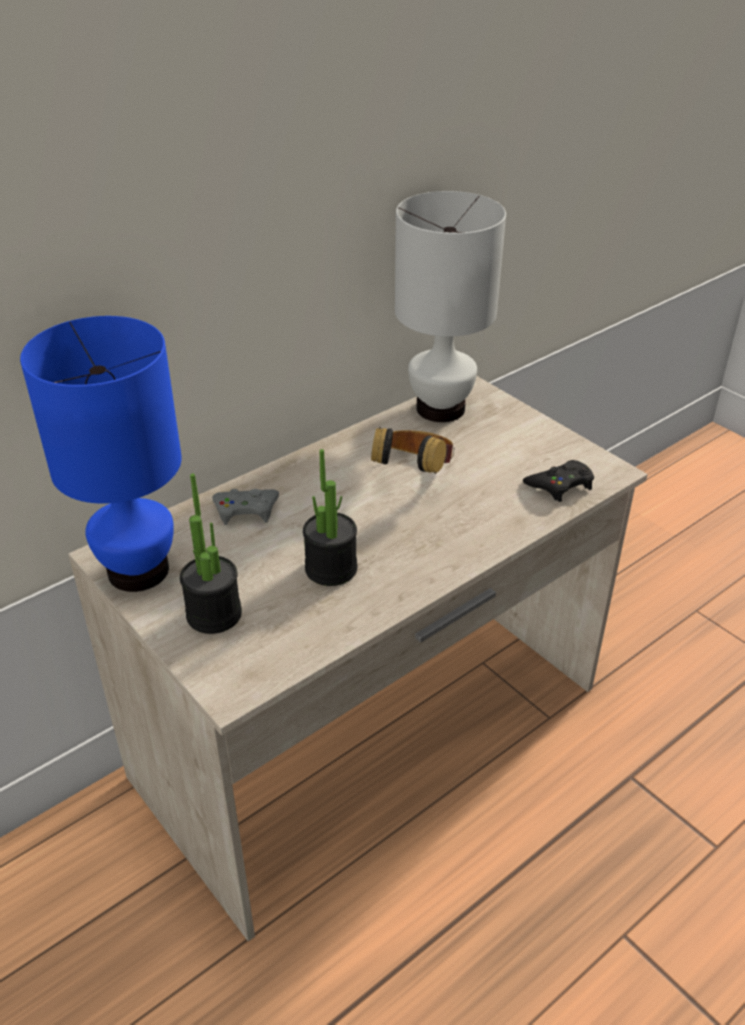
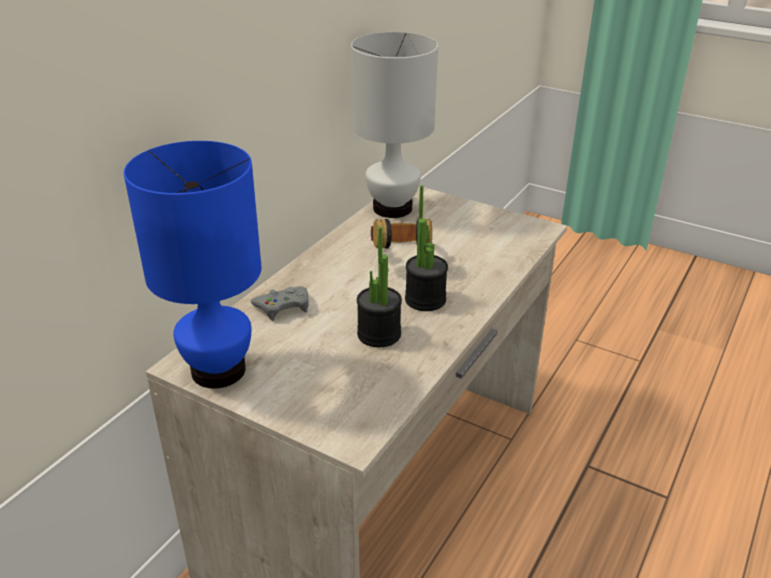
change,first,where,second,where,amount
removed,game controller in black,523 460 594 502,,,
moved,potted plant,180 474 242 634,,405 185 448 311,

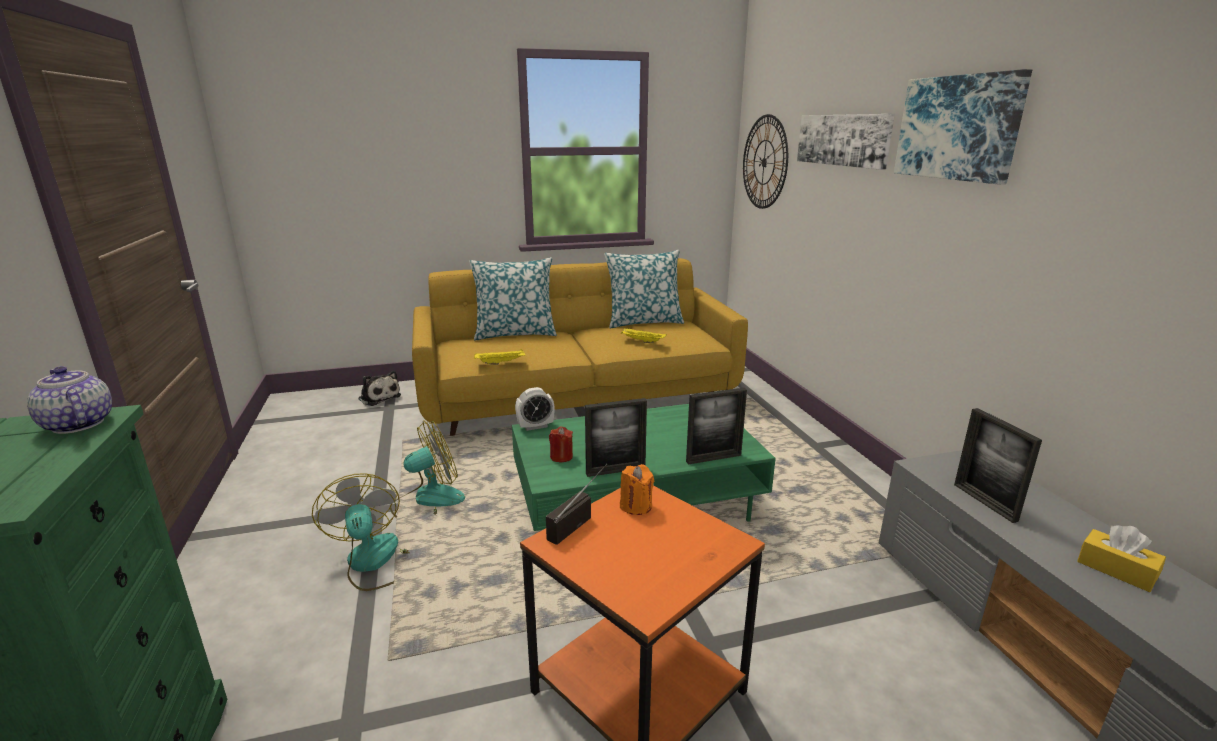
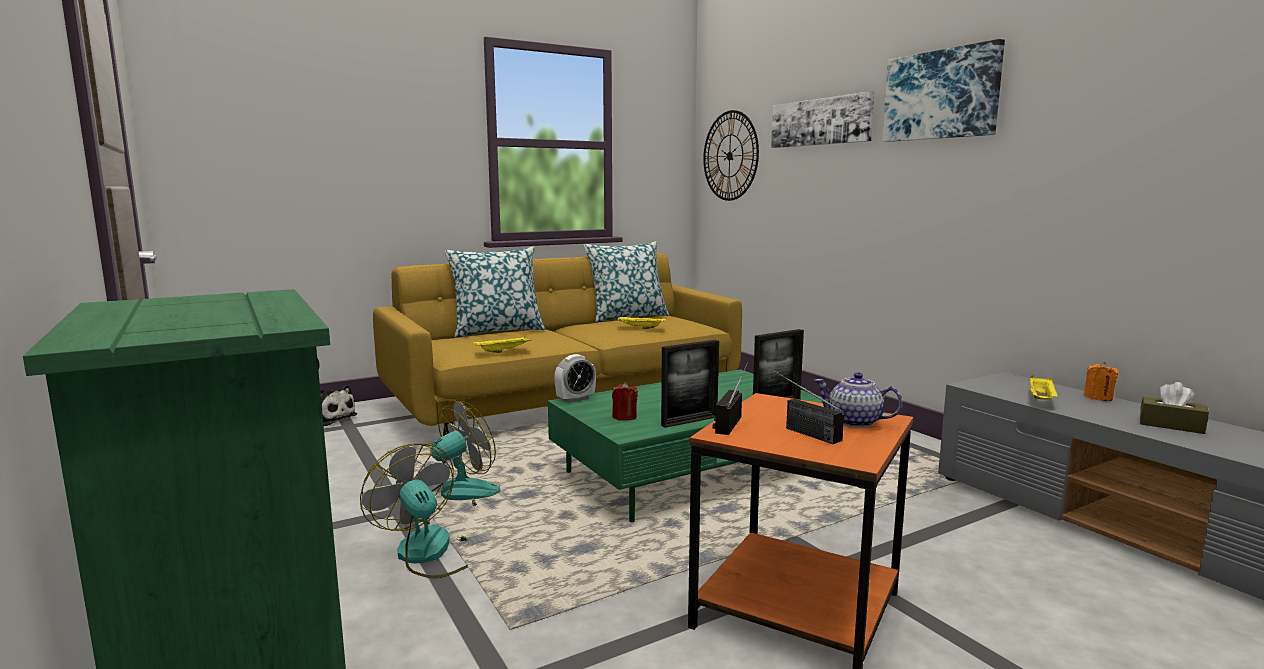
change,first,where,second,where,amount
added,,,radio,773 370 844 444,
moved,teapot,27 366 112 434,,814 372 903 428,
moved,candle in orange,620 464 654 515,,1084 362 1118 401,
replaced,picture frame,954 408 1042 523,tray in yellow,1030 375 1058 400,
recoloured,tissue box in yellow,1077 525 1166 592,tissue box in brown,1140 382 1209 434,

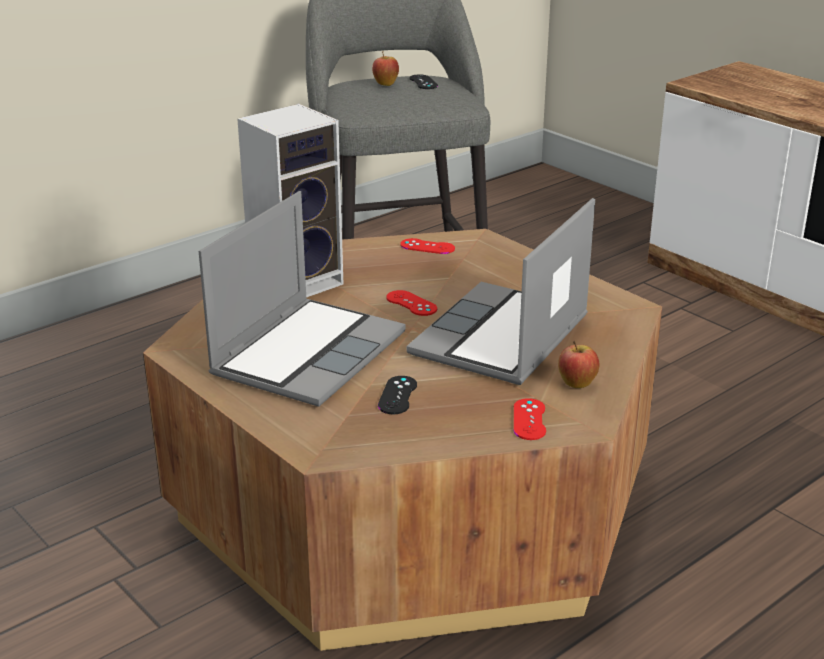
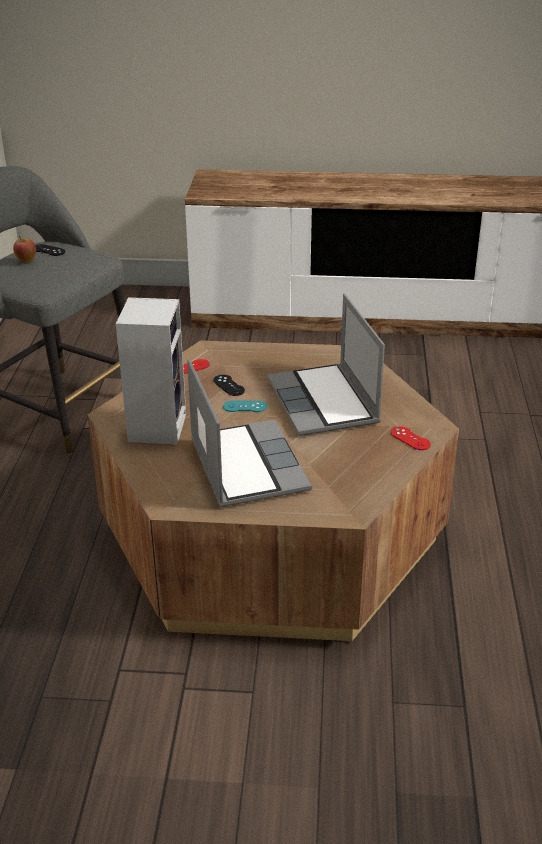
change,first,where,second,where,amount
removed,apple,558 341 600 388,,,
moved,game controller in black,378 376 417 414,,213 375 245 396,
recoloured,game controller in red,386 290 437 316,game controller in turquoise,223 400 267 412,

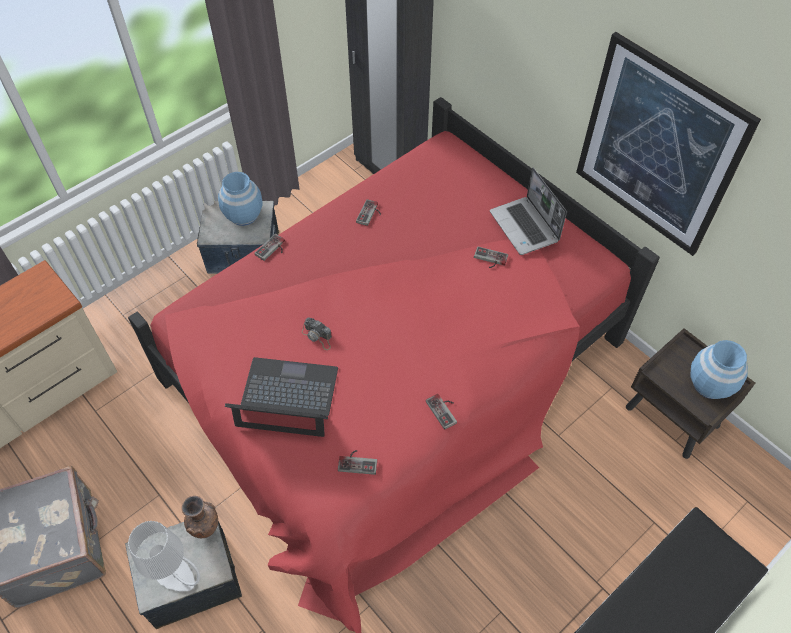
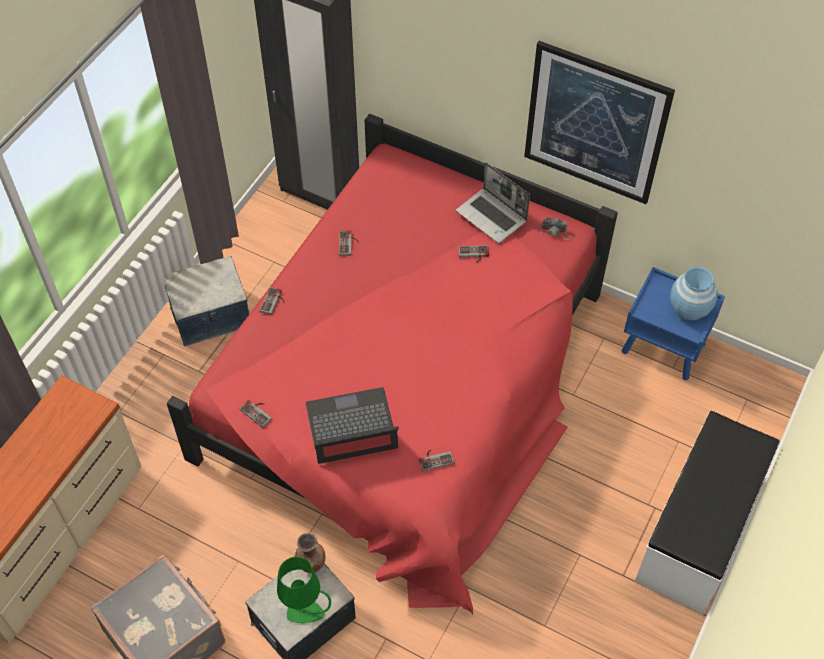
change,first,where,second,where,amount
removed,vase in blue,218 172 262 226,,,
moved,photo camera,302 317 332 350,,540 218 571 240,
moved,game controller,426 394 457 430,,239 400 272 428,
recoloured,table lamp in grey,128 521 200 591,table lamp in green,277 556 331 623,
recoloured,nightstand in brown,626 328 755 459,nightstand in blue,622 267 725 380,

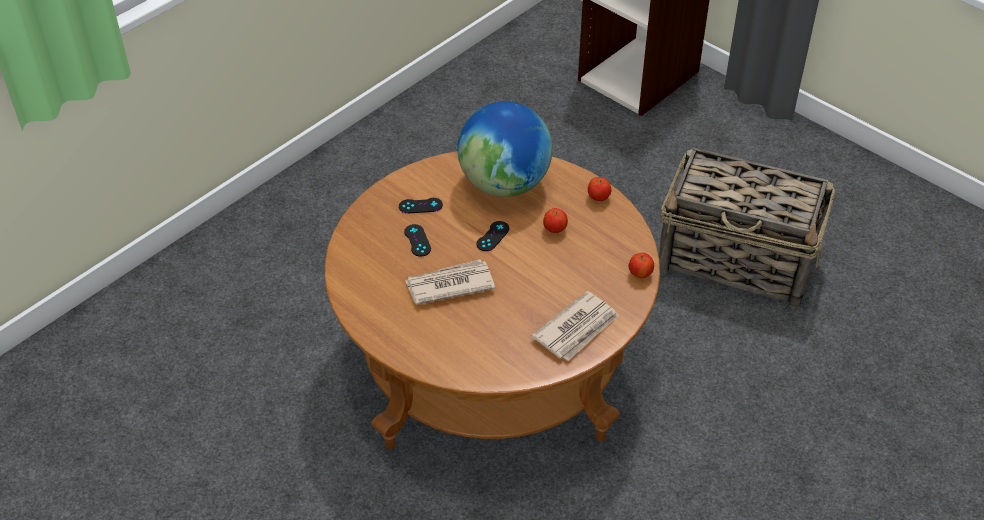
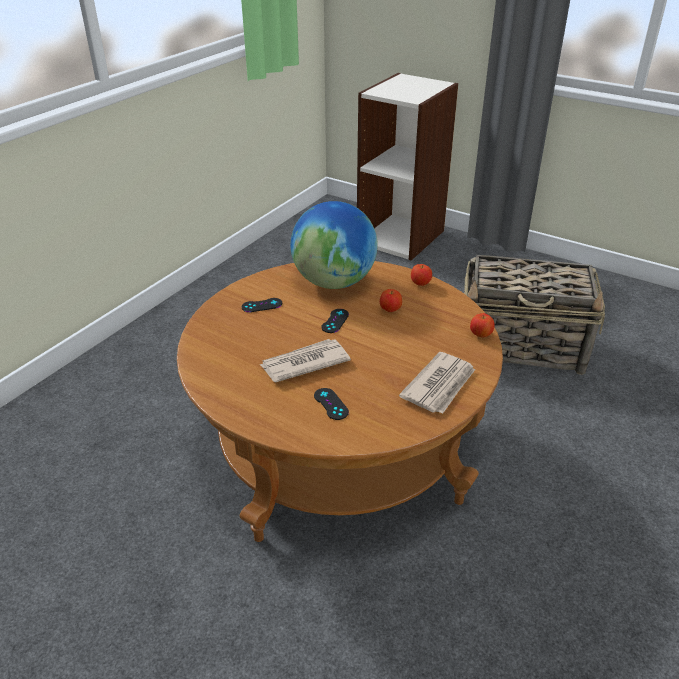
change,first,where,second,where,amount
moved,game controller in black,404 224 431 257,,314 388 349 420,

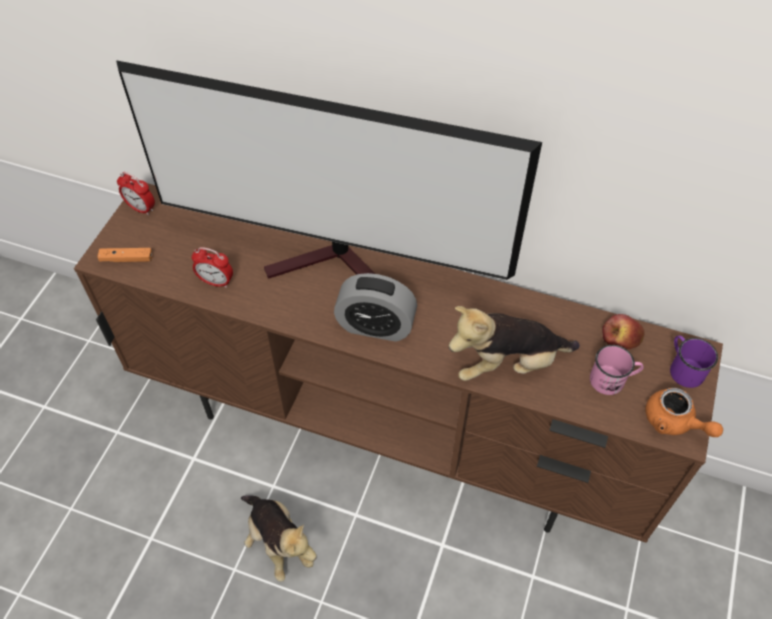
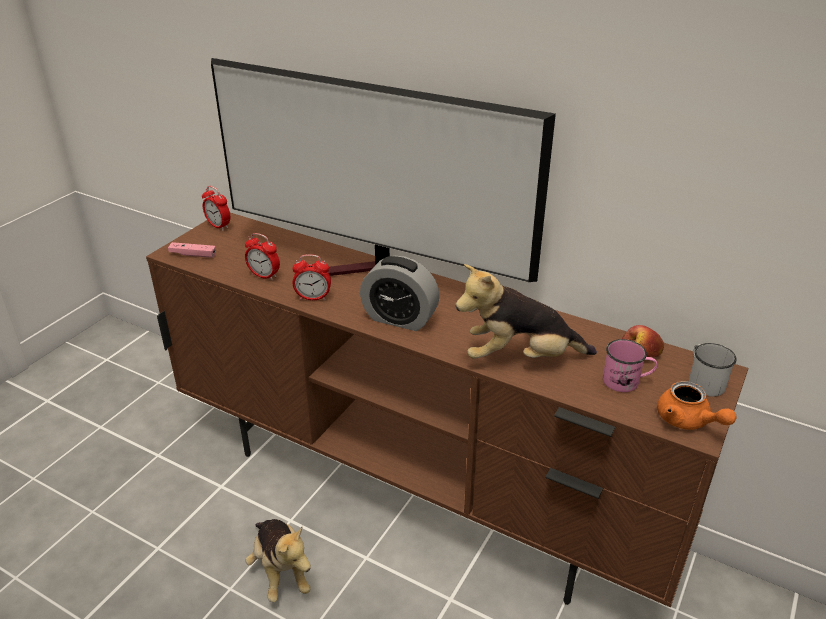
change,first,where,second,where,amount
added,,,alarm clock,292 254 331 300,
recoloured,game controller in orange,97 248 152 262,game controller in pink,168 242 216 258,
recoloured,mug in purple,670 335 718 388,mug in white,689 343 737 397,

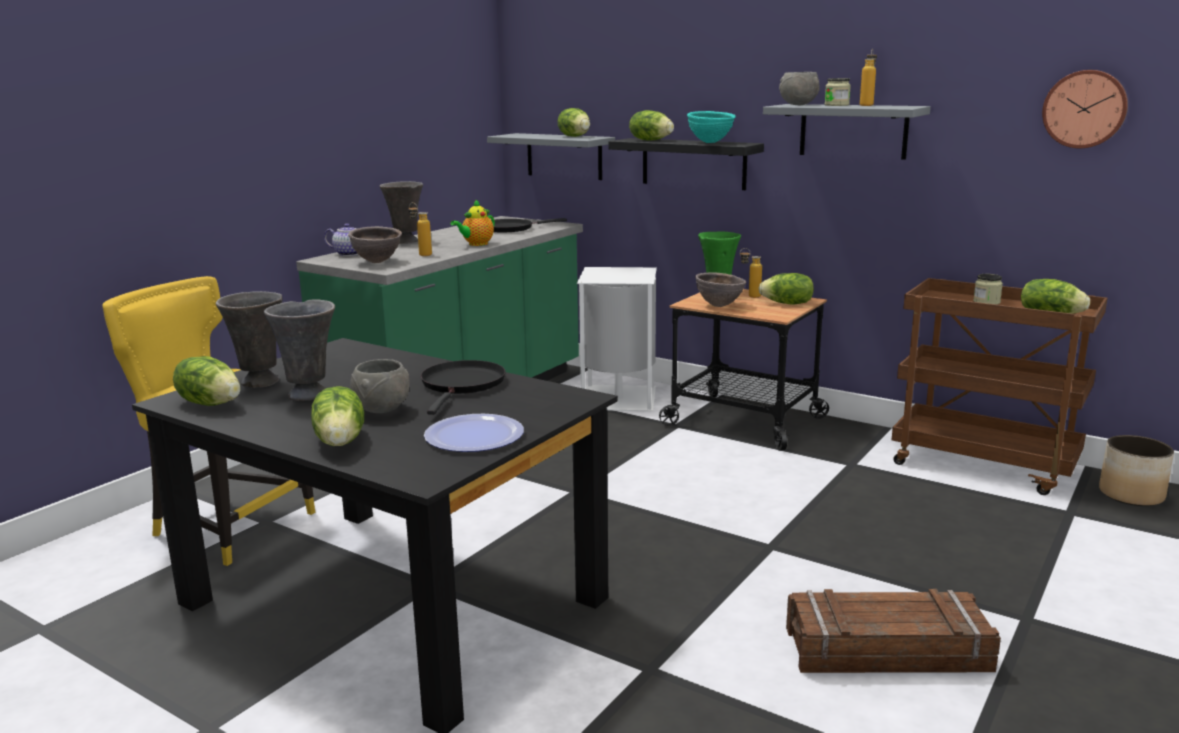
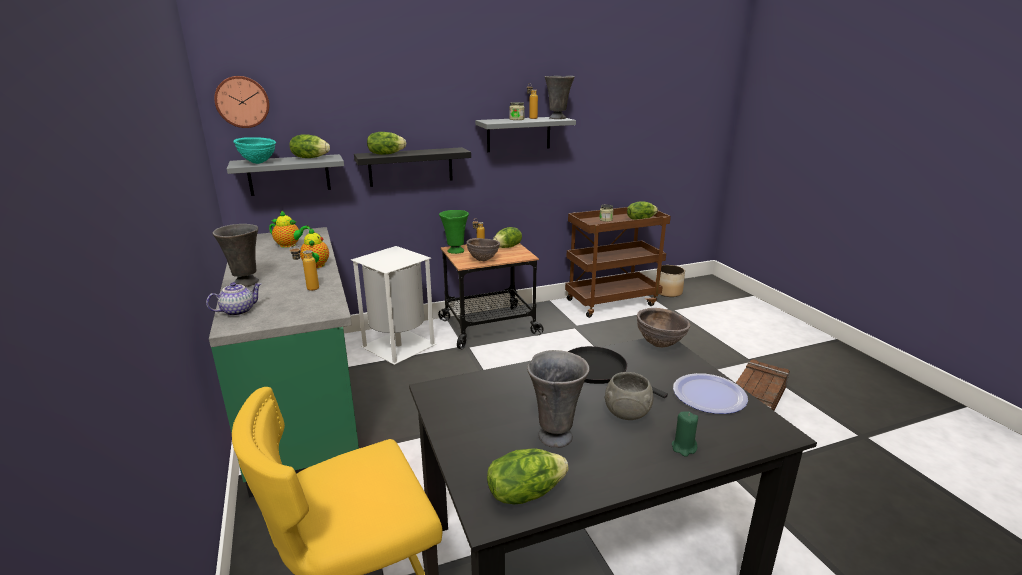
change,first,where,second,where,amount
removed,bowl in grey,779 72 819 105,,,
moved,vase in grey,216 291 282 388,,545 76 575 119,
moved,bowl in brown,348 226 402 263,,637 308 690 347,
moved,bowl in turquoise,687 111 736 143,,233 137 276 164,
moved,wall clock,1042 70 1128 148,,214 76 269 128,
replaced,lettuce,311 386 364 446,candle in green,672 411 698 457,
replaced,frying pan in black,491 218 567 232,teapot,269 211 310 248,

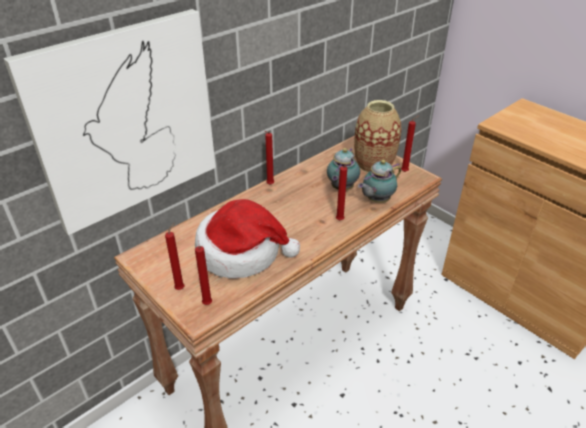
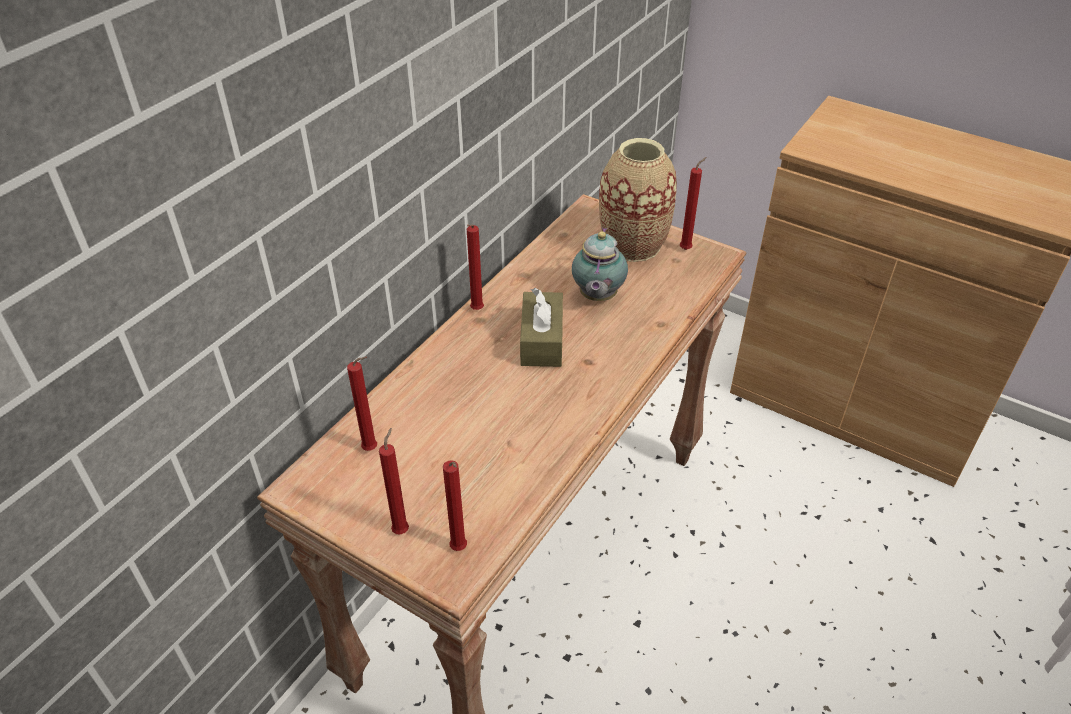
change,first,where,second,where,amount
removed,picture,3 9 216 235,,,
removed,hat,195 199 300 279,,,
removed,teapot,358 160 401 203,,,
added,,,tissue box in brown,520 288 563 367,
moved,candle in red,336 163 352 220,,347 357 377 451,

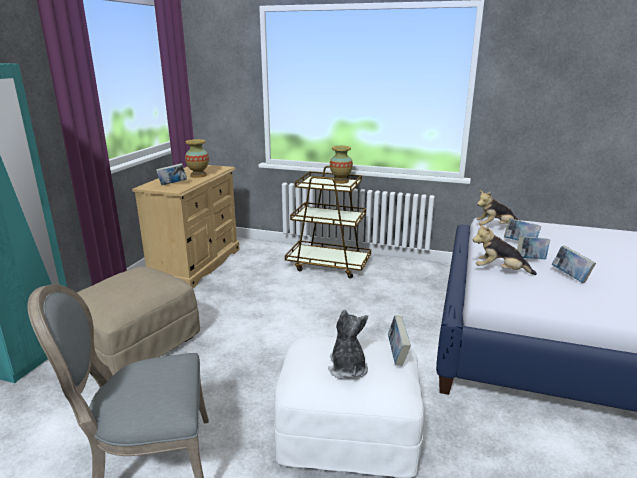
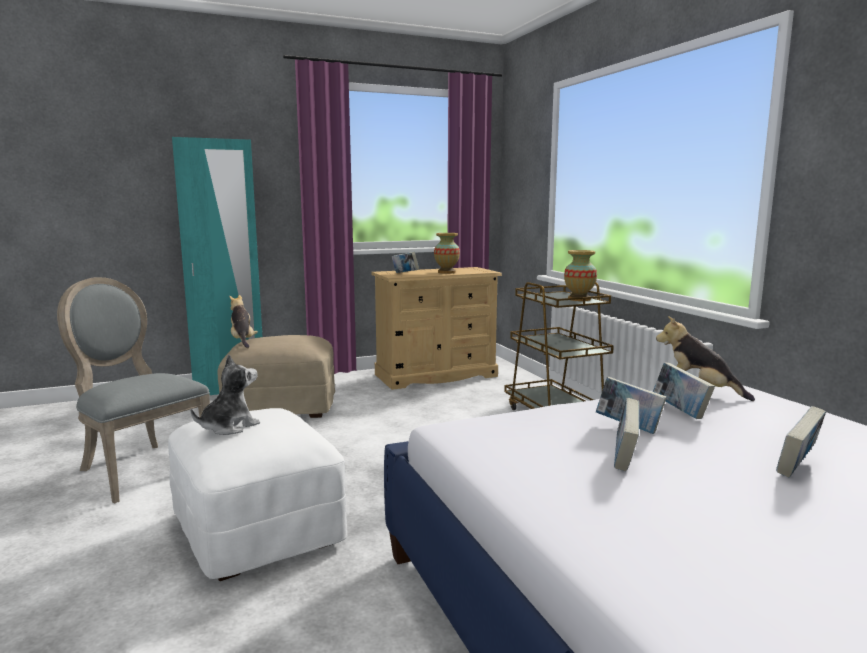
change,first,where,second,where,amount
moved,book,388 315 411 366,,776 406 826 477,
moved,plush toy,473 223 537 275,,229 295 258 348,

